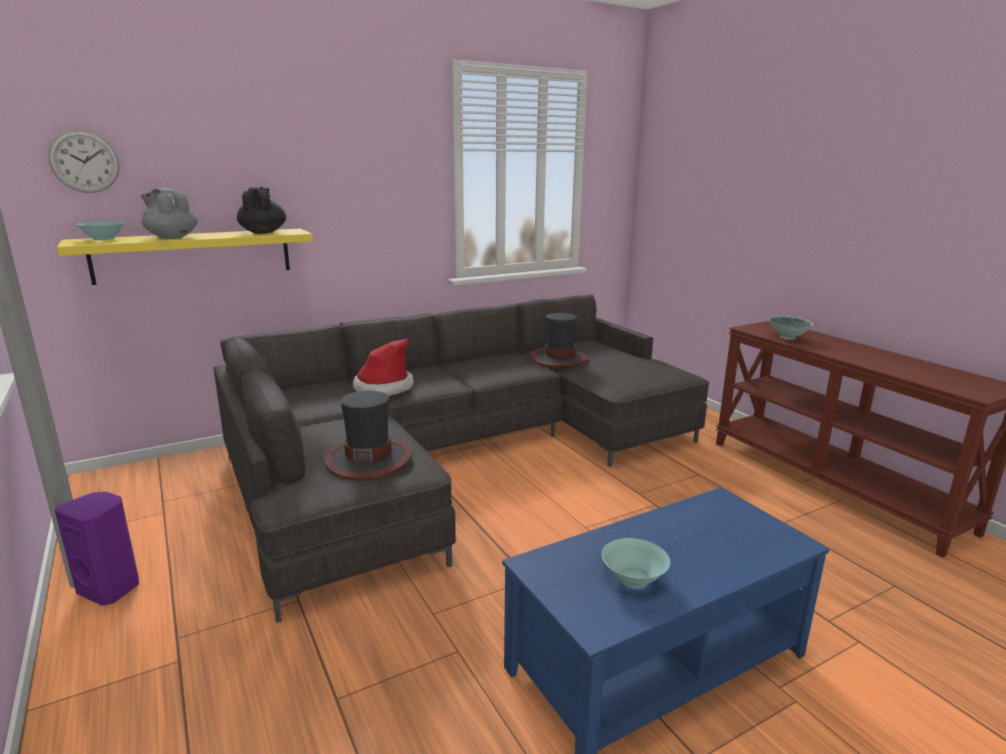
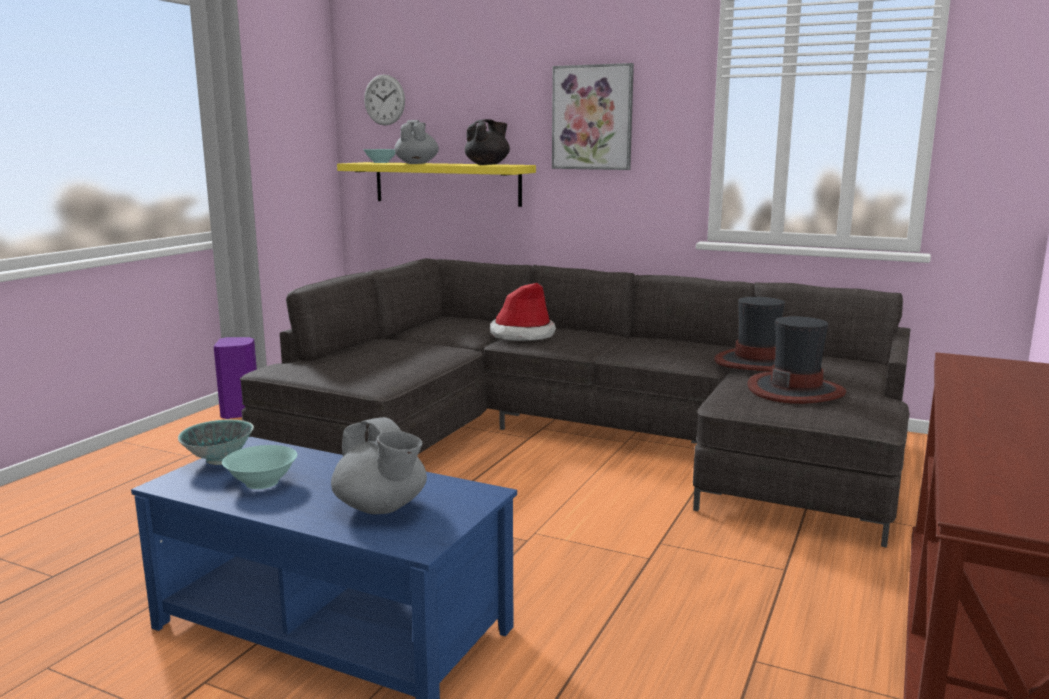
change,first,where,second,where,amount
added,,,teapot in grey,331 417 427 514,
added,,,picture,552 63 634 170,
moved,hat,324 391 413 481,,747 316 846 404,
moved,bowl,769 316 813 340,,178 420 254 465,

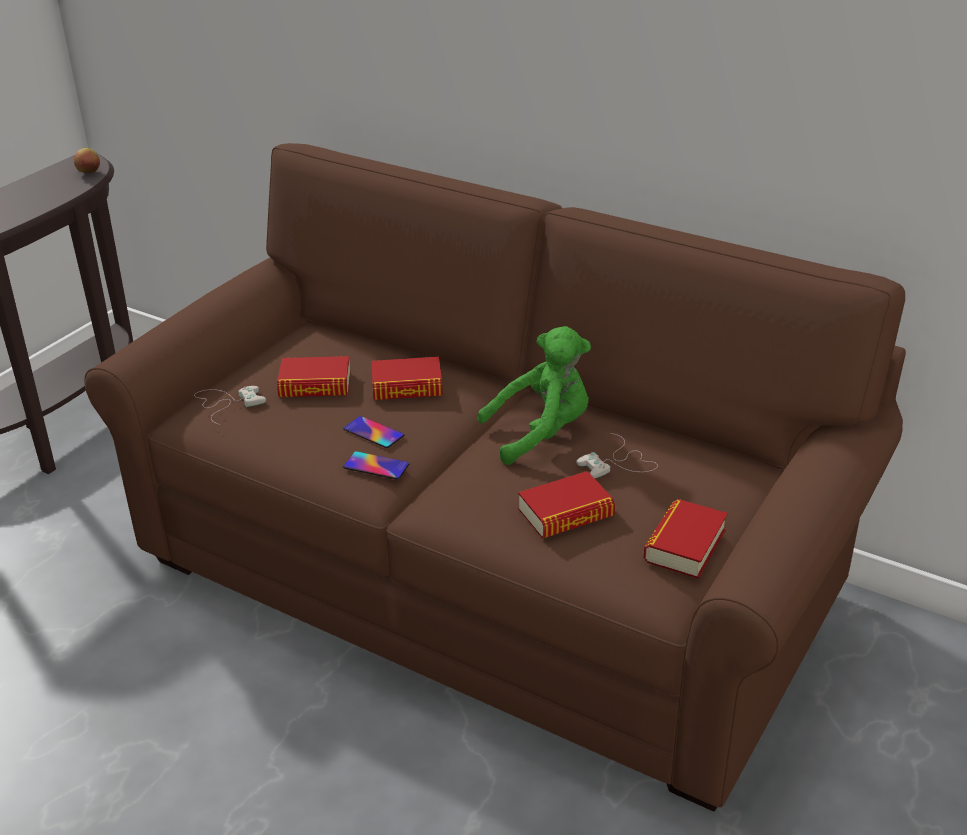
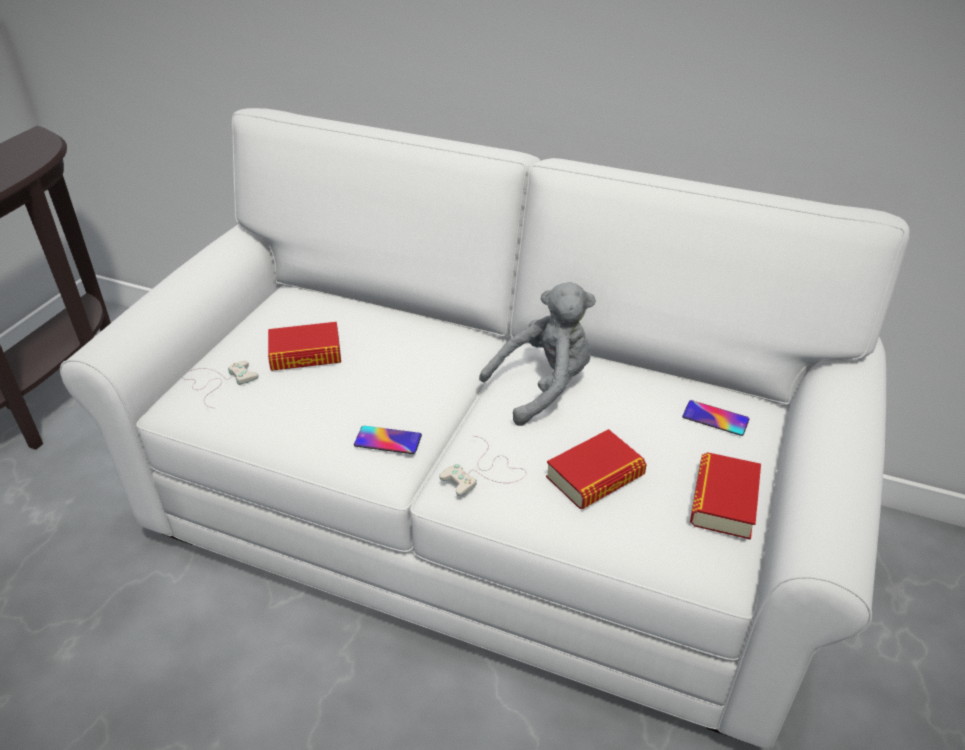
change,first,where,second,where,amount
removed,apple,74 148 100 173,,,
removed,book,371 357 443 400,,,
moved,phone,343 416 405 448,,682 400 749 436,
moved,game controller in white,576 433 658 479,,439 436 526 496,
recoloured,sofa in brown,84 143 906 812,sofa in white,60 108 909 749,
recoloured,plush toy in green,477 326 591 465,plush toy in grey,479 282 596 426,

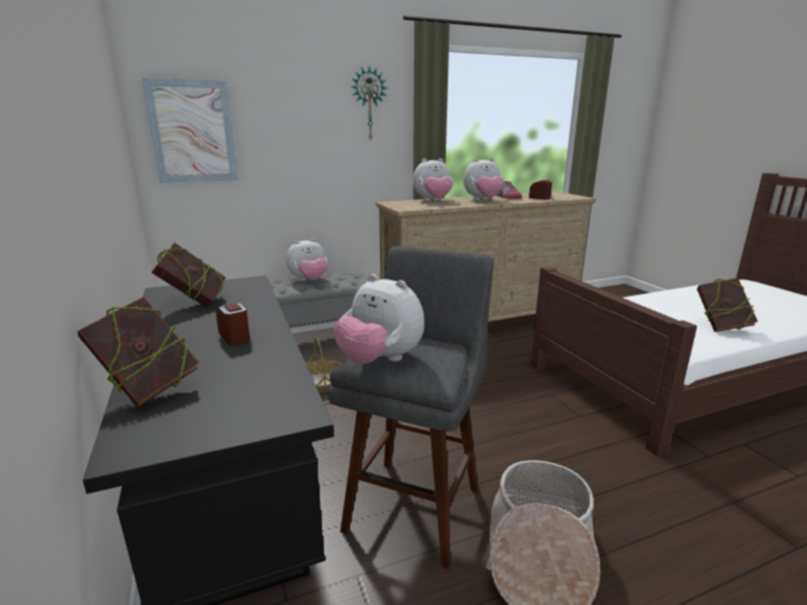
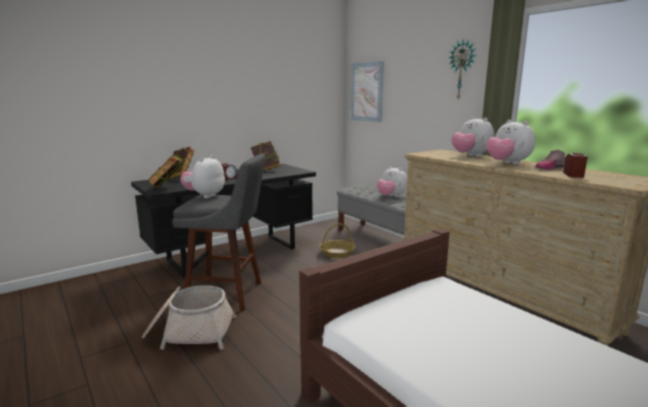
change,first,where,second,where,amount
moved,book,697 278 758 332,,148 155 184 187,

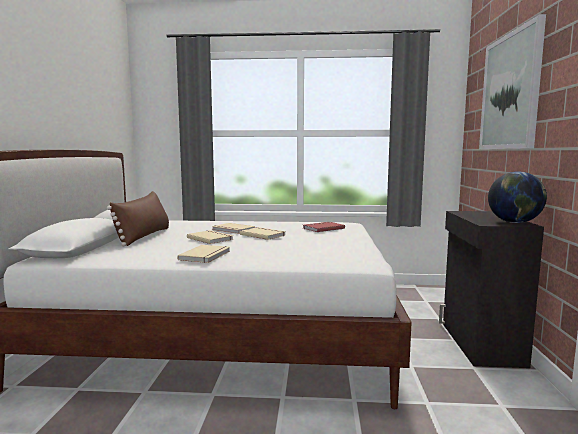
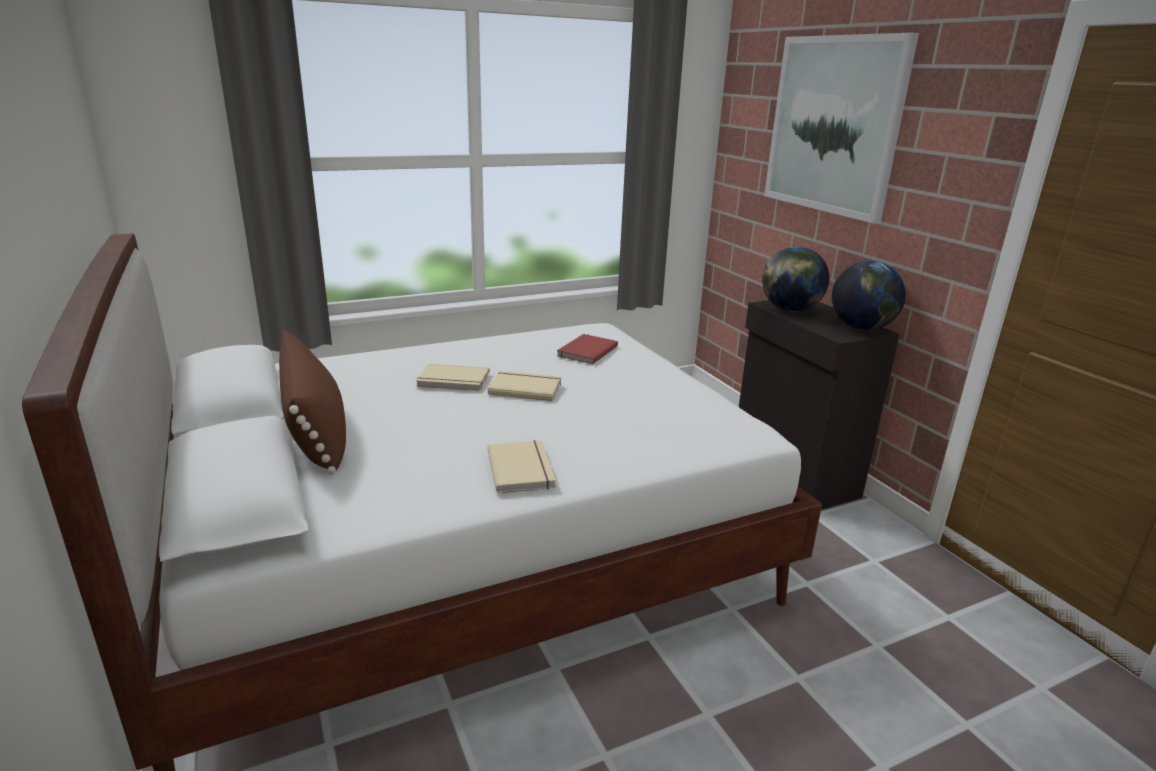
change,first,where,second,where,amount
removed,book in beige,187 230 233 244,,,
added,,,globe,762 247 829 311,

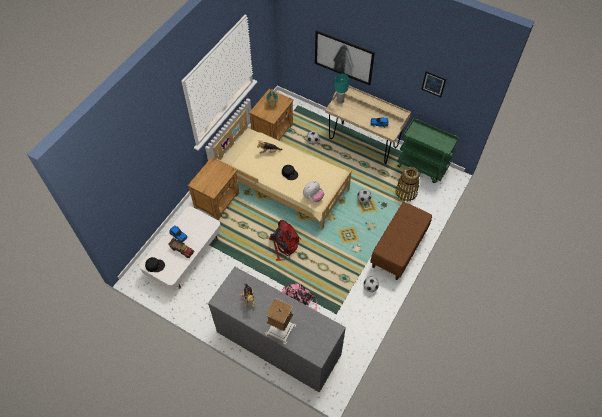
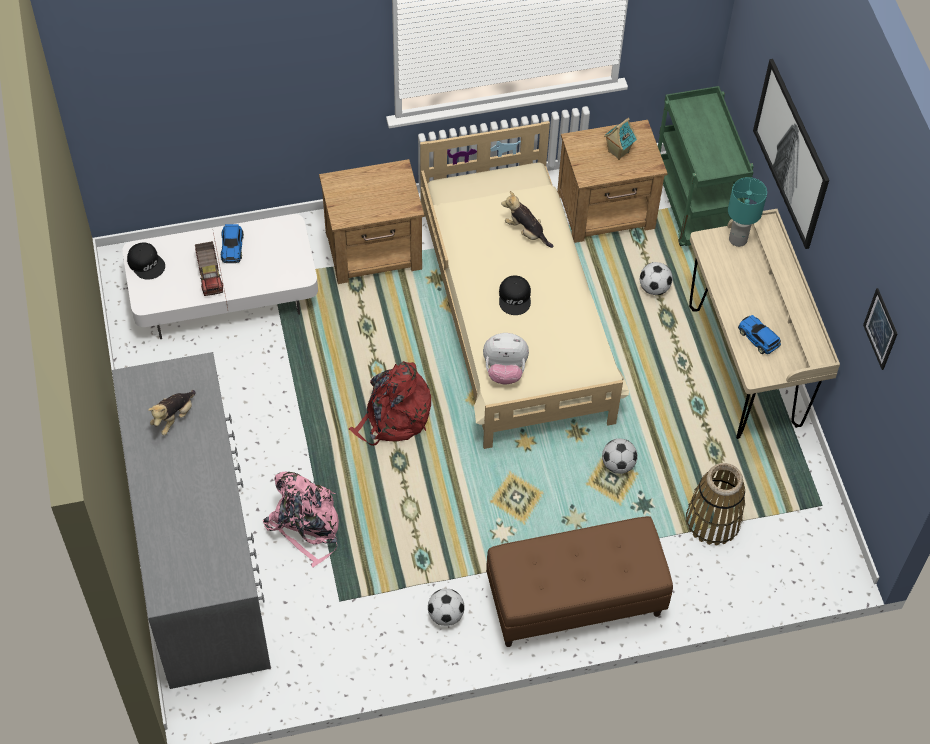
change,first,where,second,where,amount
removed,table lamp,265 298 297 345,,,
moved,cart in green,397 118 459 183,,658 86 754 246,

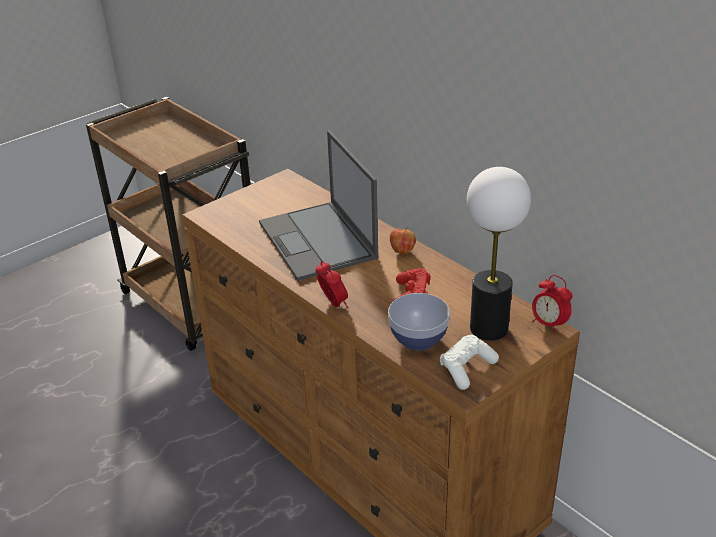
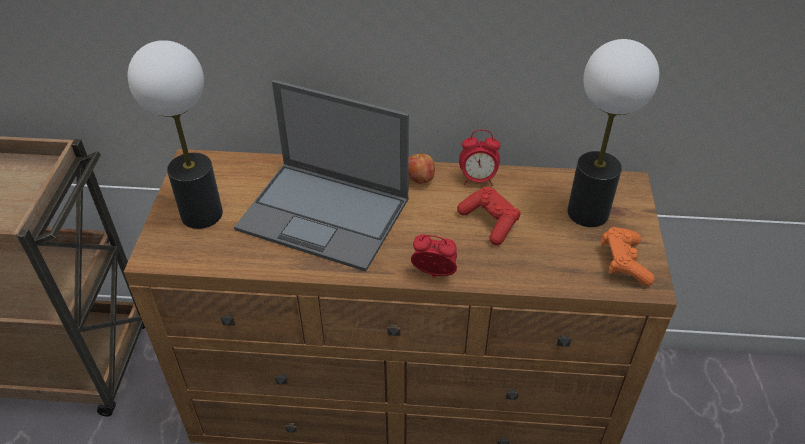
change,first,where,second,where,amount
removed,bowl,388 293 450 351,,,
added,,,table lamp,127 40 223 229,
moved,alarm clock,532 275 573 334,,459 130 501 186,
recoloured,game controller in white,440 335 499 390,game controller in orange,601 227 655 286,

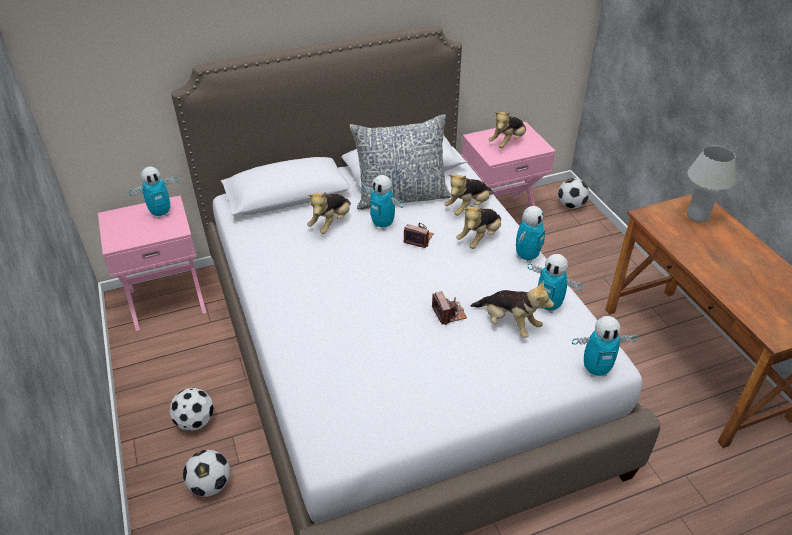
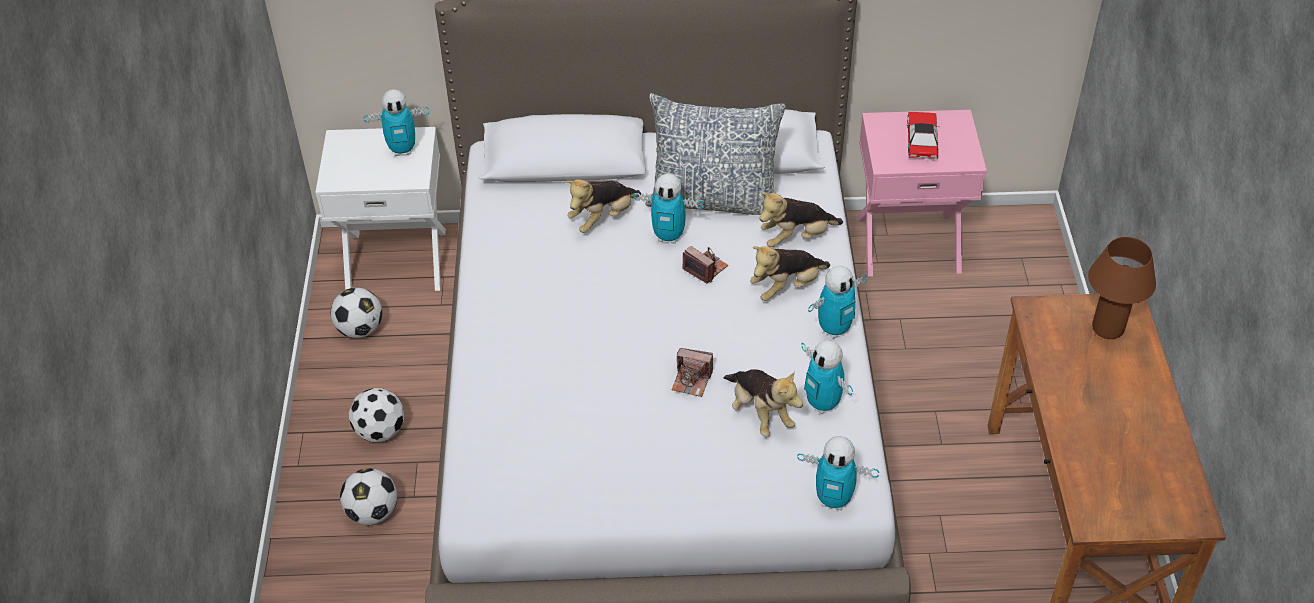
change,first,where,second,where,amount
moved,football,558 178 589 209,,331 288 382 338,
replaced,plush toy,488 112 526 148,toy car,906 112 940 161,
recoloured,nightstand in pink,98 195 206 331,nightstand in white,315 127 446 291,
recoloured,table lamp in white,687 146 736 222,table lamp in brown,1088 237 1156 339,
turned,toy robot,362 175 404 230,,634 174 703 244,45 degrees counterclockwise
turned,photo camera,432 291 467 325,,671 348 713 397,105 degrees clockwise

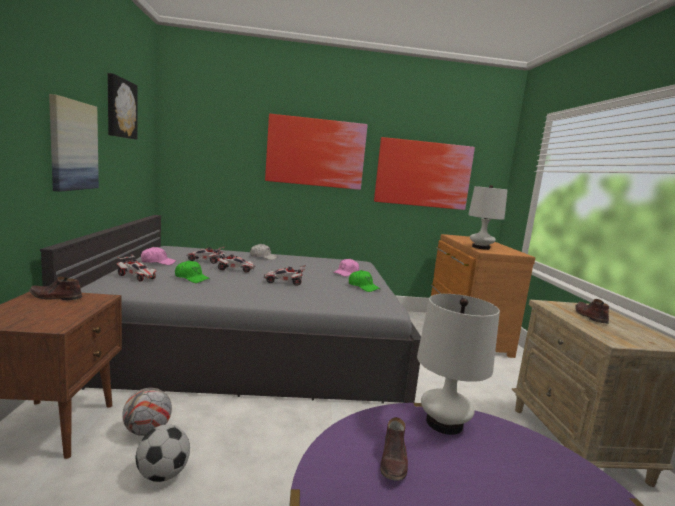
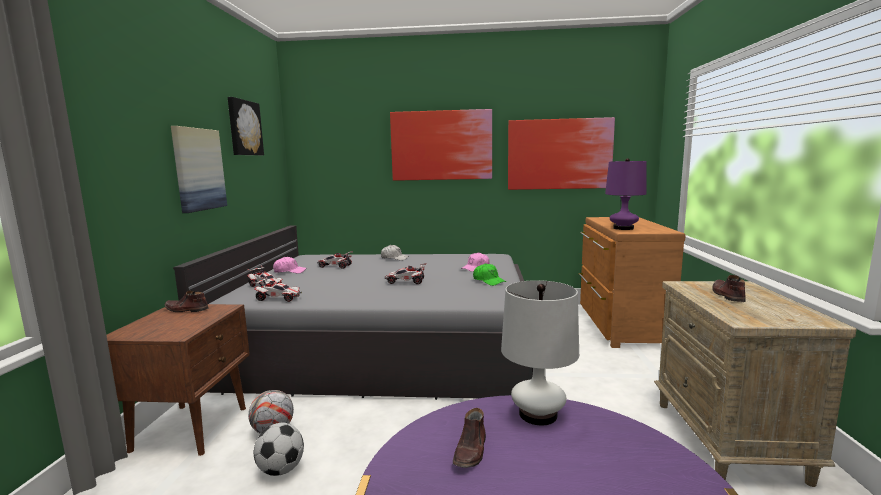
change,first,where,second,where,amount
removed,cap in green,175 260 210 283,,,
moved,toy car,216 251 255 273,,252 277 302 302,
recoloured,table lamp in white,468 185 508 250,table lamp in purple,605 158 647 230,

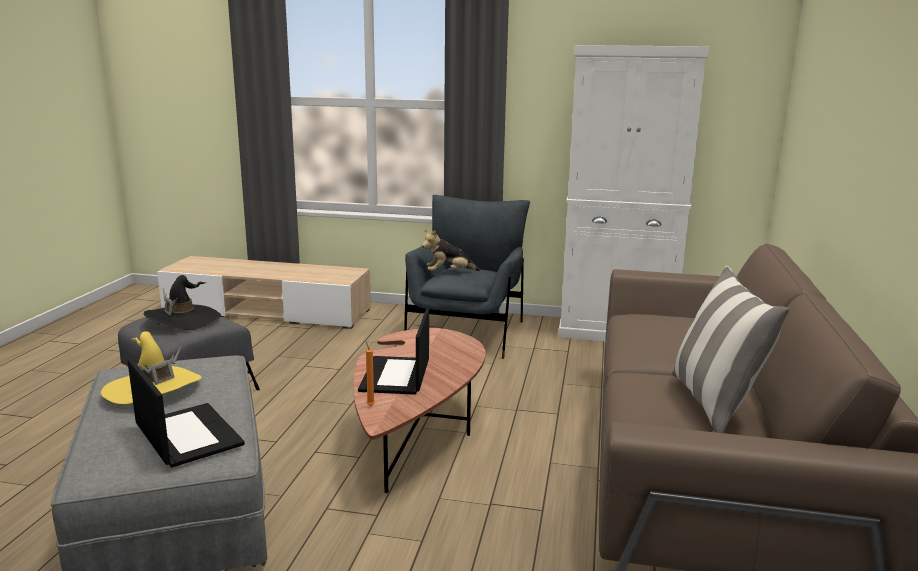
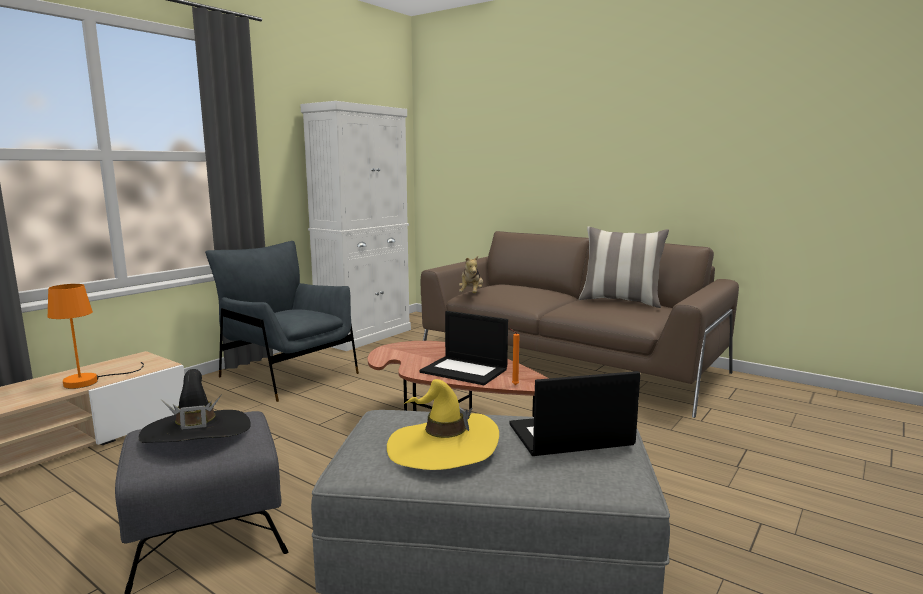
change,first,where,second,where,amount
added,,,table lamp in orange,48 284 144 389,
moved,plush toy,422 230 480 271,,459 256 483 293,

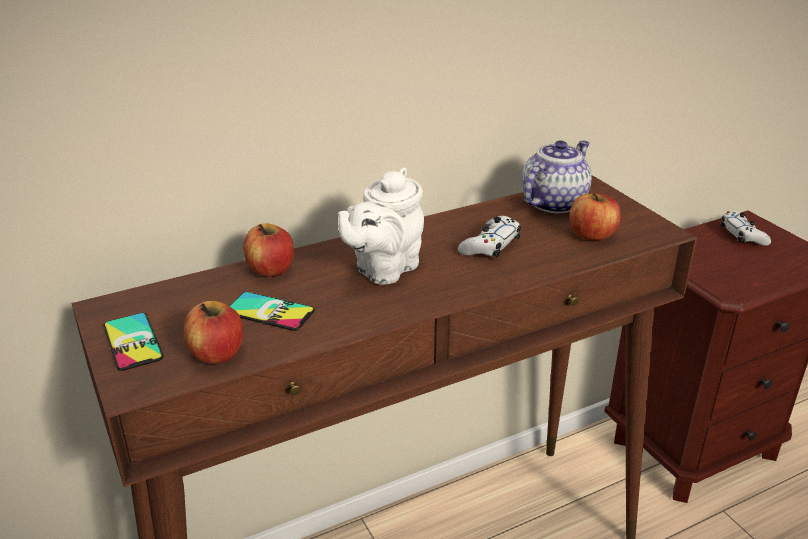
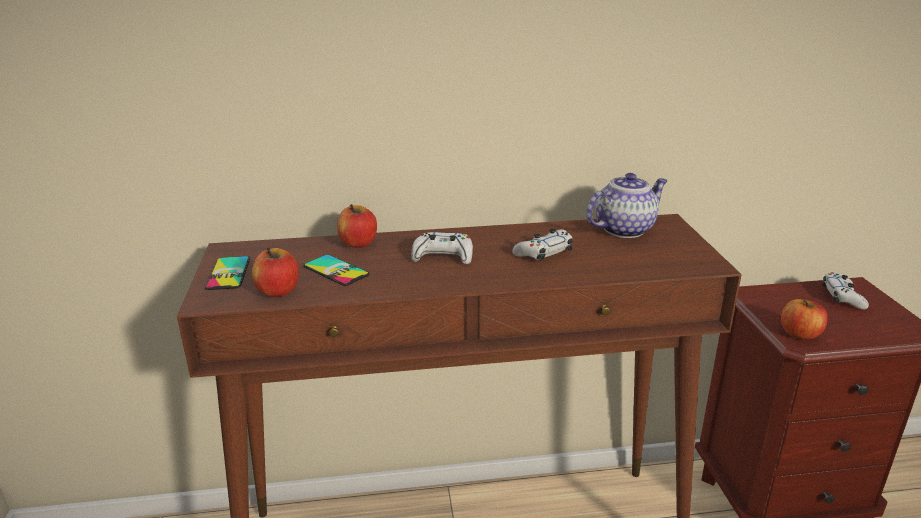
change,first,where,second,where,amount
moved,apple,569 194 621 240,,781 299 828 339,
replaced,teapot in white,338 168 424 285,game controller in white,411 232 473 264,

